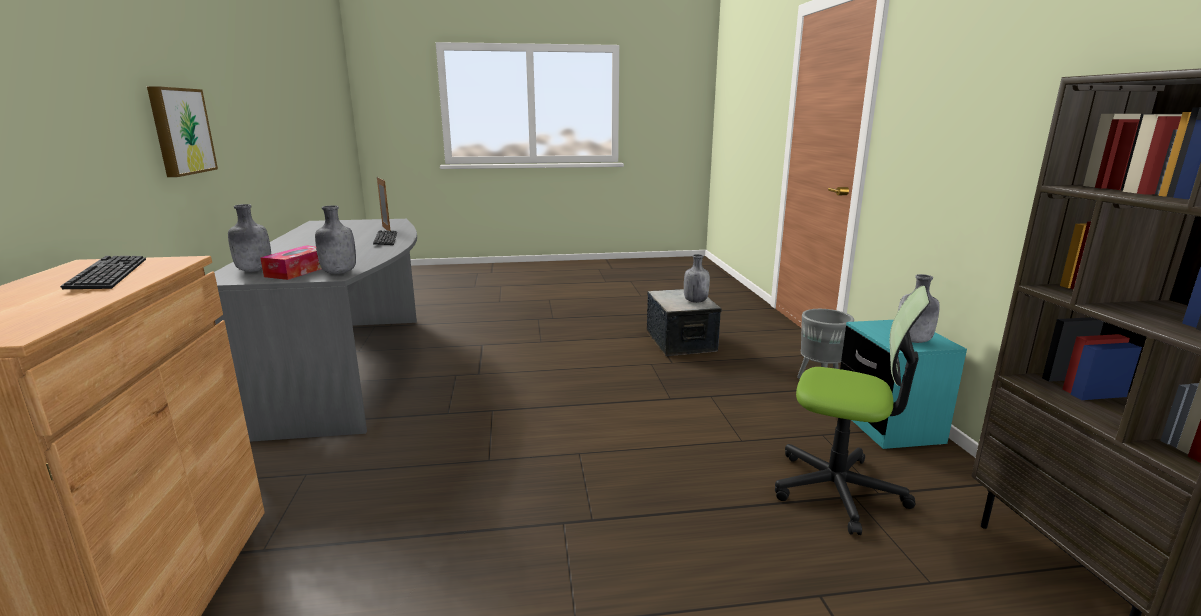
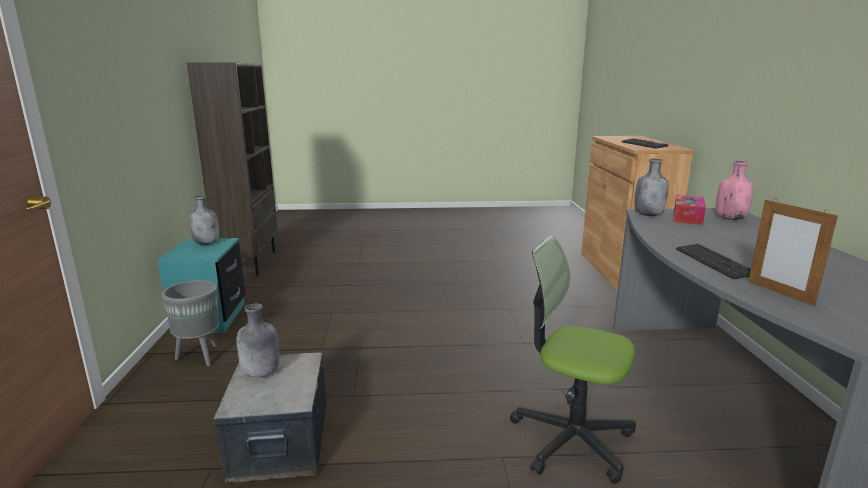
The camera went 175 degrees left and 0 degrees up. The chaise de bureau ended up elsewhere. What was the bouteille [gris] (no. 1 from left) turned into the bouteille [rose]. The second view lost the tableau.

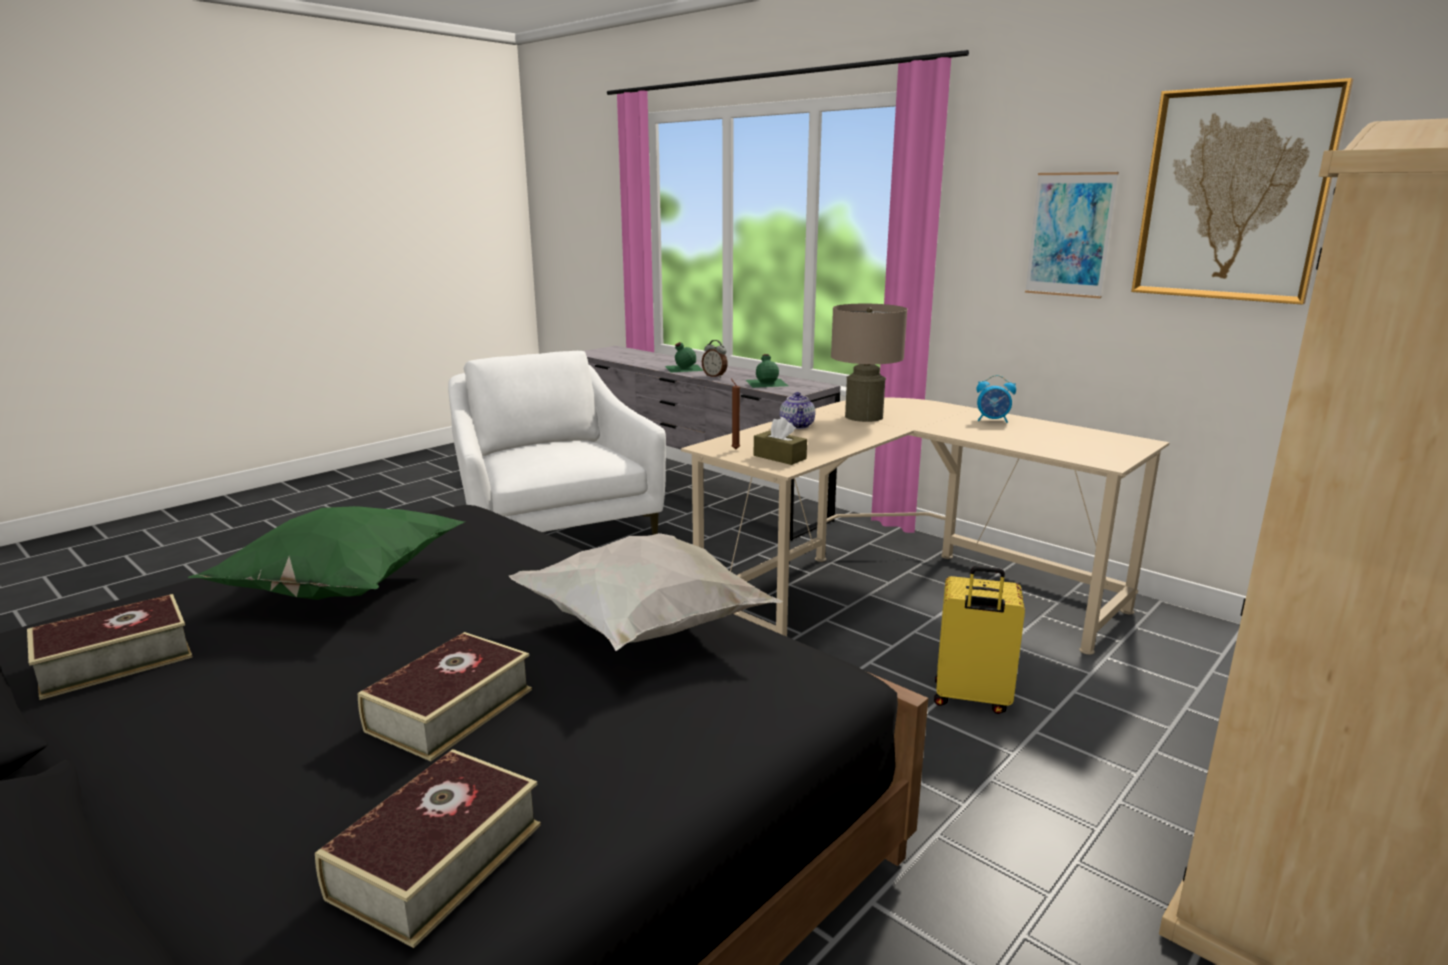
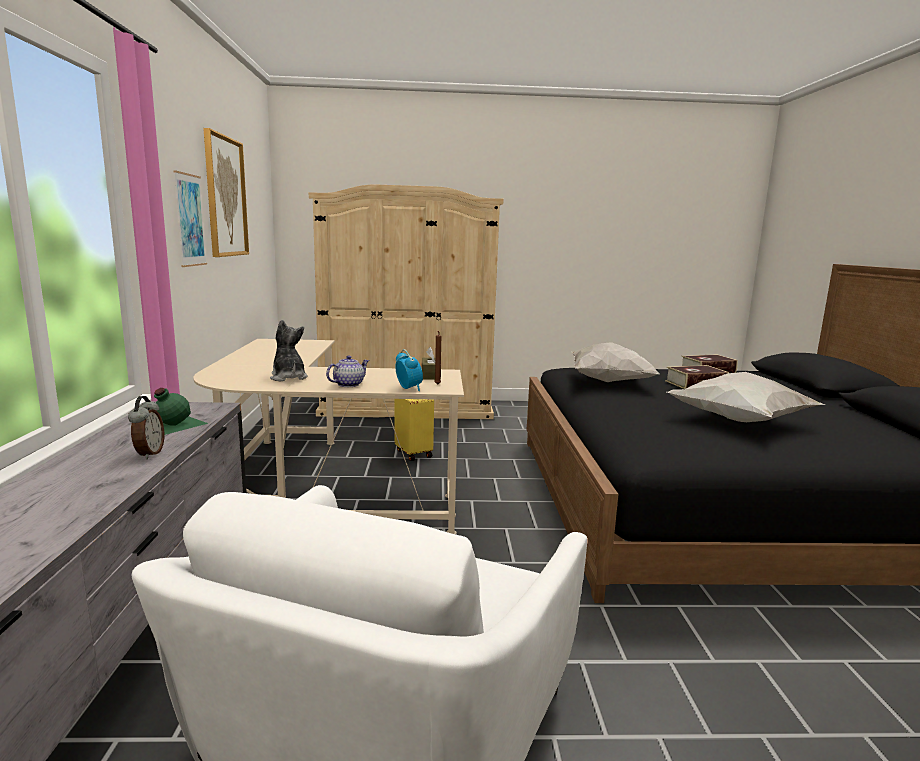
The camera went 135 degrees left and 5 degrees down. Where the lampe de table [beige] stood, the peluche came to stand. The réveil (no. 2 from left) ended up elsewhere. What was the coussin [vert] turned into the coussin [blanc] (no. 2 from left). The second view lost the livre (no. 1 from left). The second view lost the bouteille [vert] (no. 1 from left).

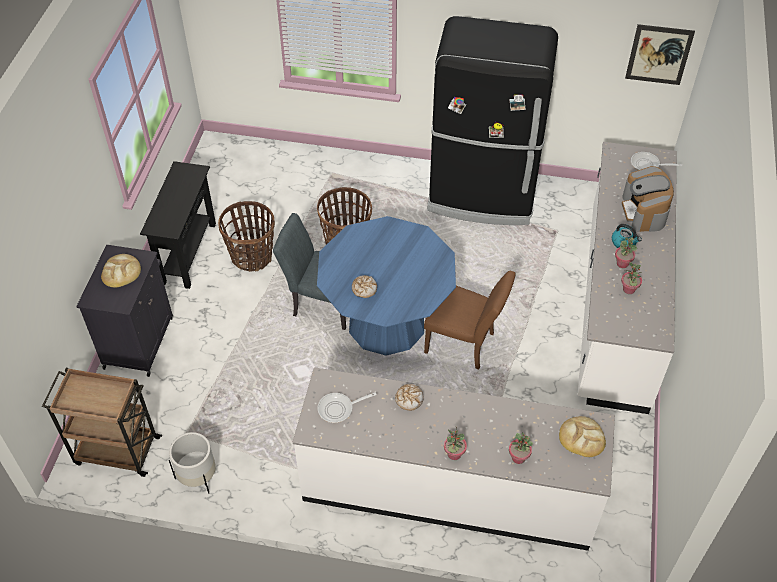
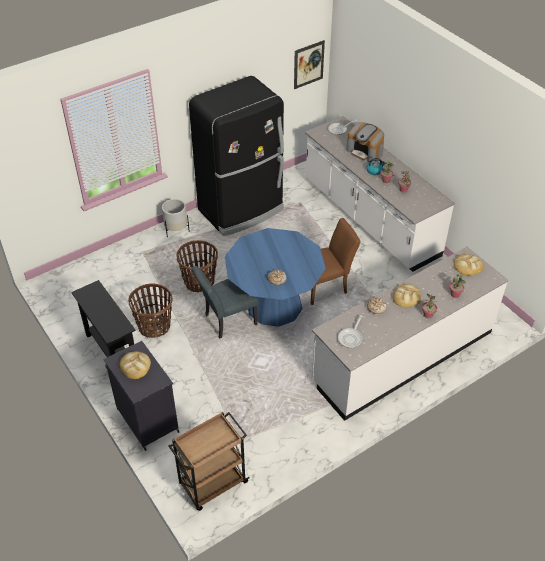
The camera went 45 degrees left and 5 degrees down. The cache-pot [blanc] ended up elsewhere. The second view gained the pain (no. 4 from left).

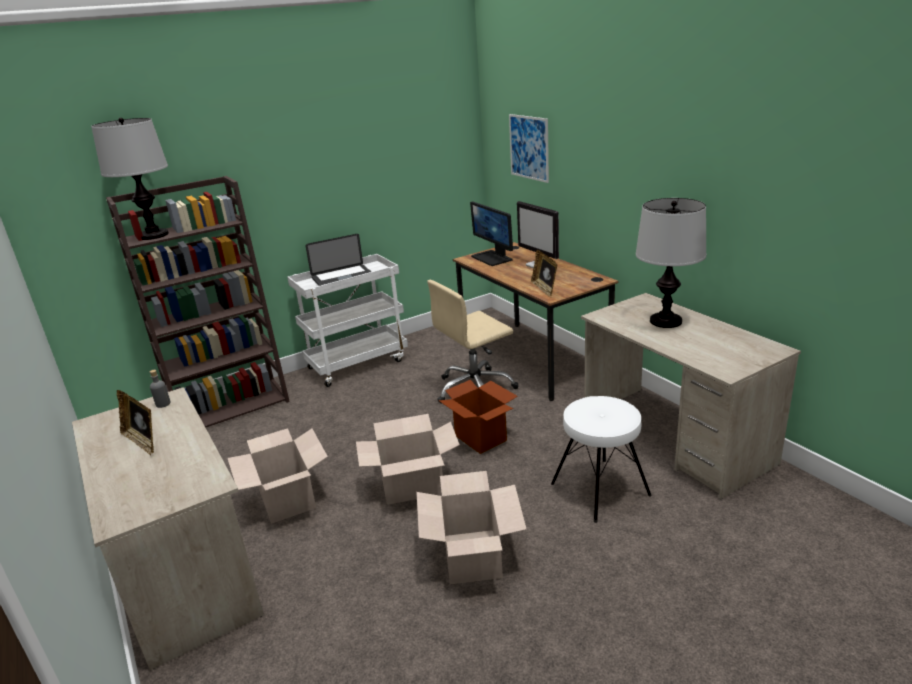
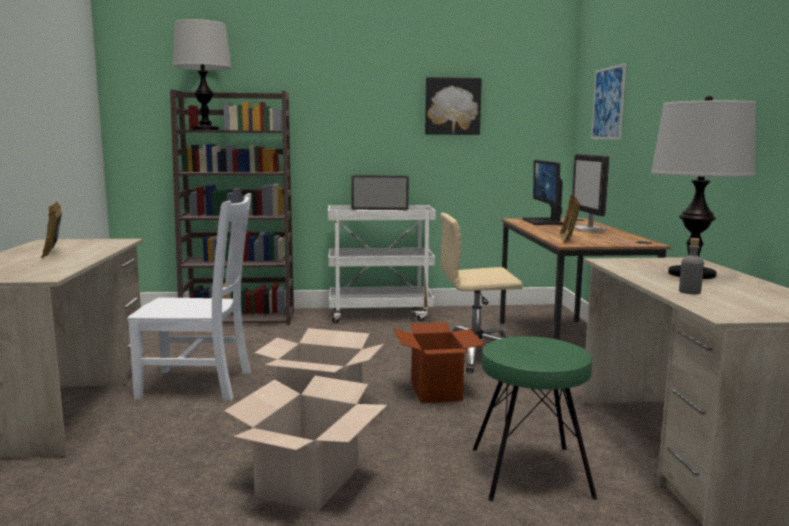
The camera went 25 degrees right and 15 degrees down. Where the carton (no. 1 from left) stood, the chaise [blanc] came to stand. The second view gained the tableau (no. 1 from left). What was the tabouret [blanc] turned into the tabouret [vert]. The bouteille [gris] ended up elsewhere.

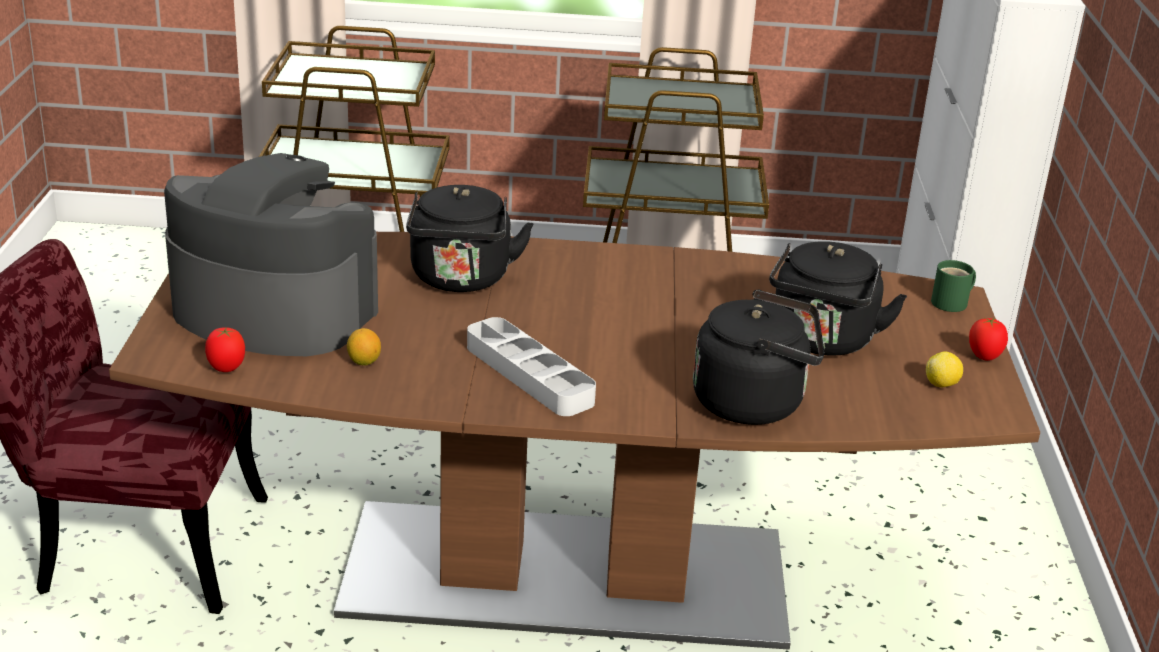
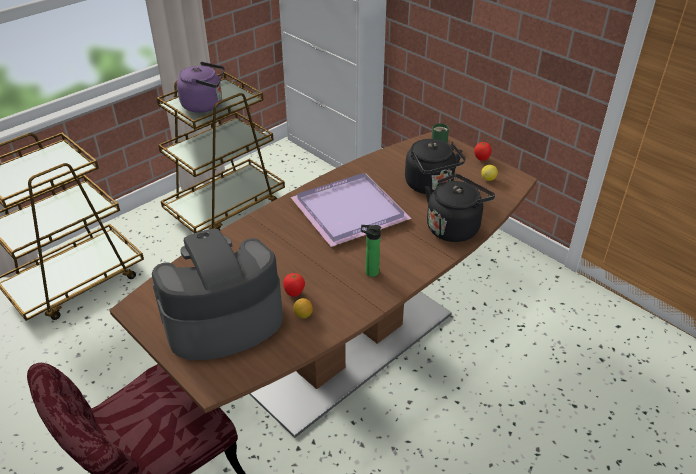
The camera went 45 degrees left and 10 degrees up. The second view gained the bouilloire [violet]. The tomate (no. 1 from left) ended up elsewhere. The second view gained the plateau [violet]. Where the plateau [gris] stood, the bouteille came to stand. The second view lost the bouilloire [noir] (no. 1 from left).

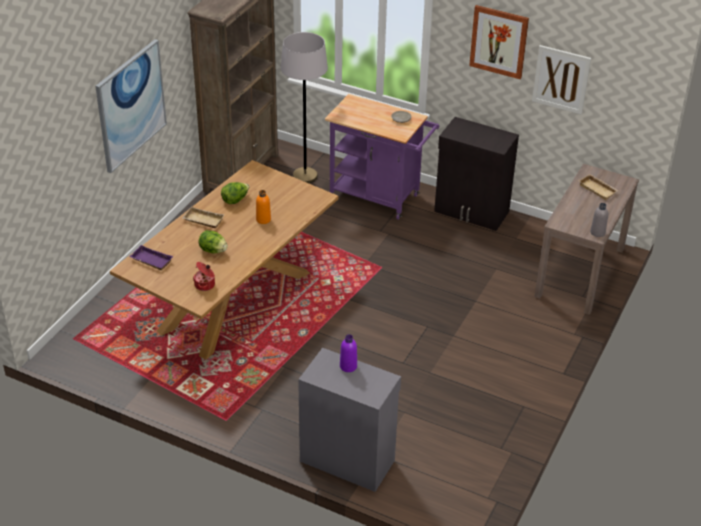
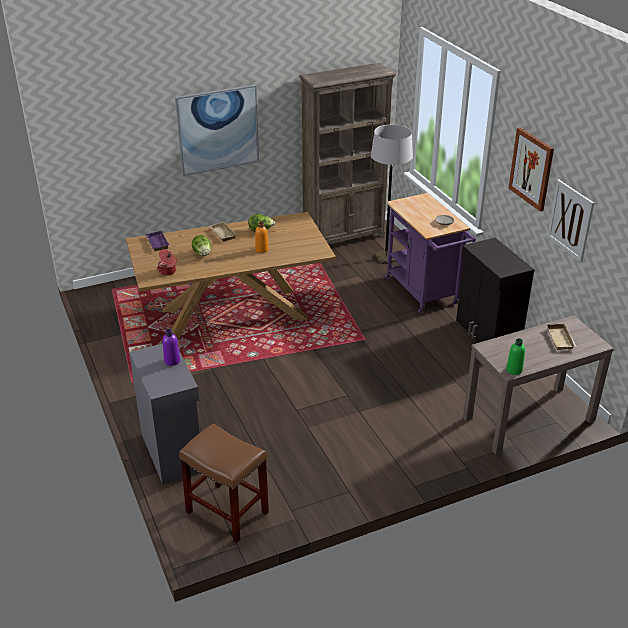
The camera went 40 degrees right and 5 degrees down. The second view gained the tabouret [marron]. What was the bouteille [gris] turned into the bouteille [vert].

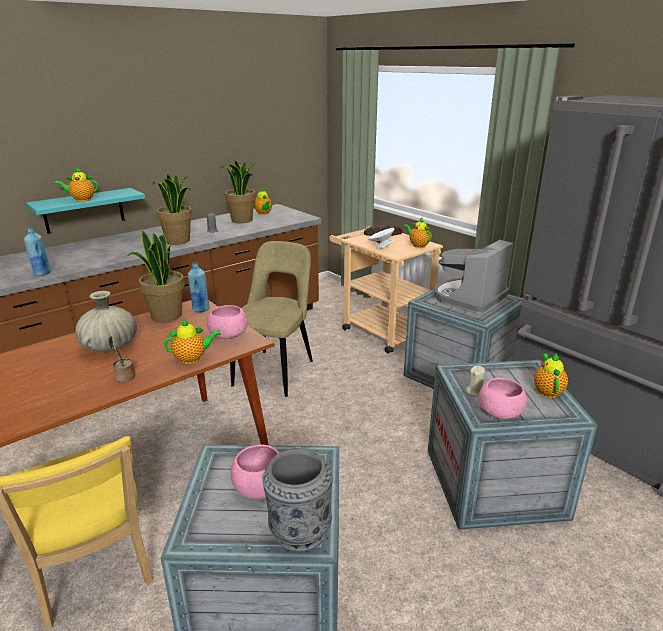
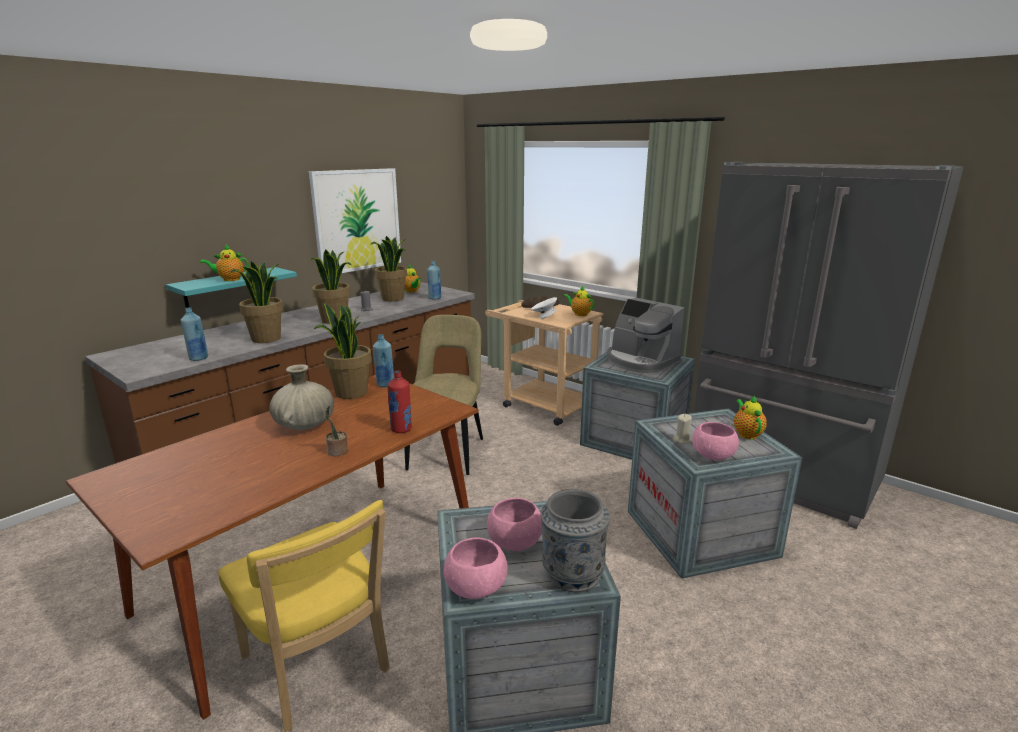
The camera went 10 degrees left and 5 degrees down. The second view gained the plante en pot (no. 1 from left). The second view gained the tableau. Where the théière (no. 2 from left) stood, the bouteille [rouge] came to stand. The second view gained the bouteille [bleu] (no. 3 from left). The bol [rose] (no. 1 from left) ended up elsewhere. The machine à café ended up facing another way, 75 degrees counterclockwise from before.

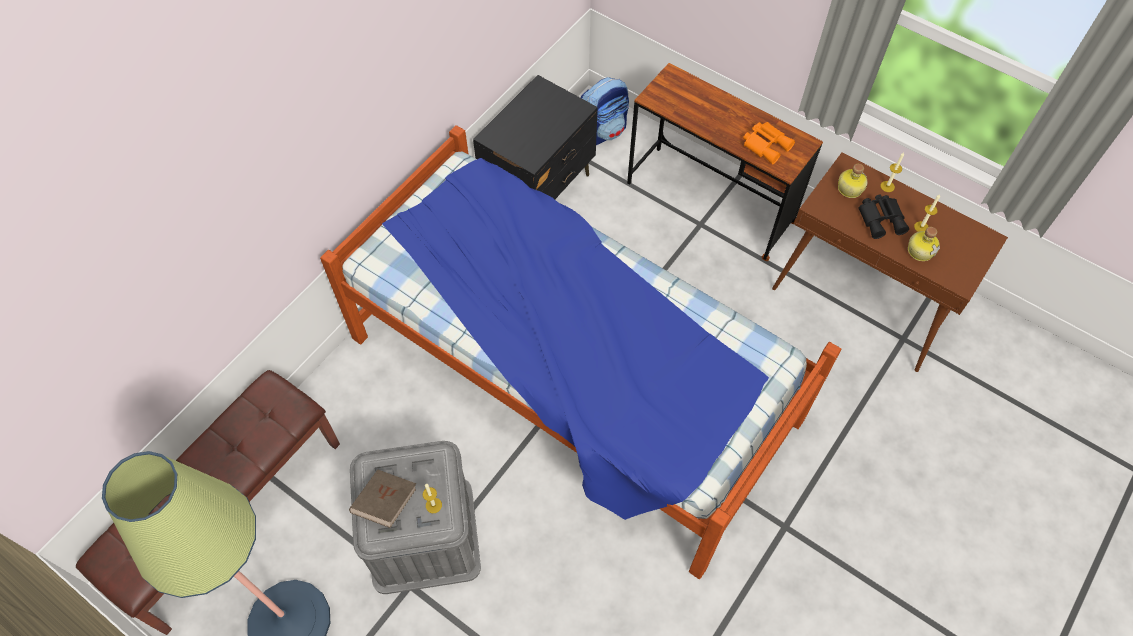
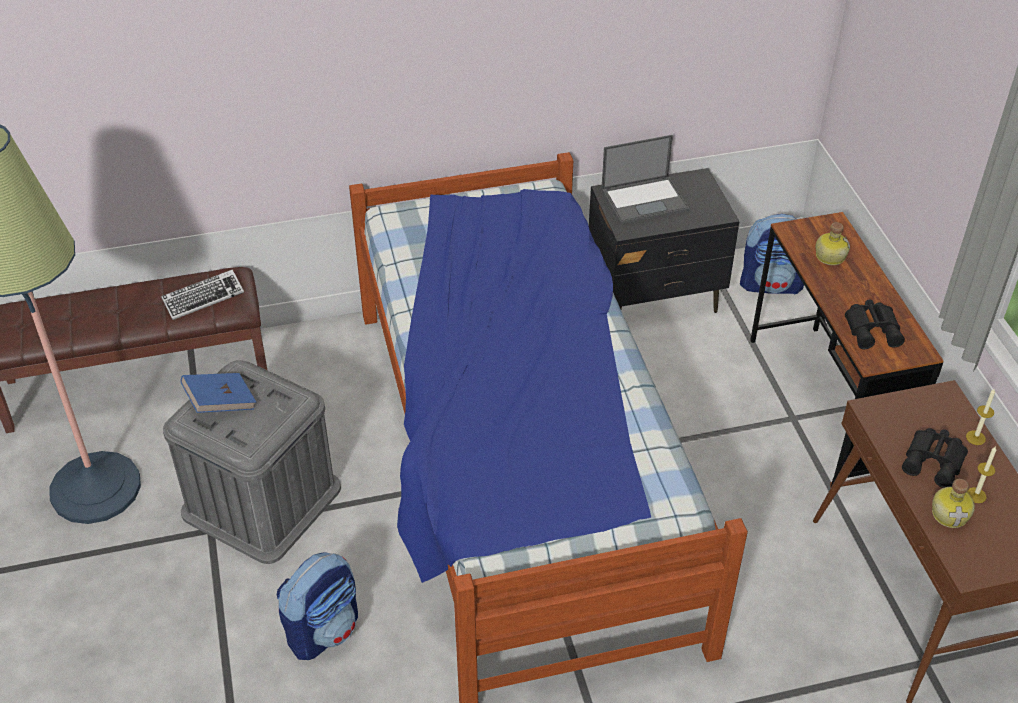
The camera went 40 degrees right and 15 degrees down. The second view gained the clavier. What was the livre [marron] turned into the livre [bleu]. The second view gained the sac à dos (no. 1 from left). The second view gained the ordinateur portable. The bouteille (no. 1 from left) ended up elsewhere. What was the jumelles [orange] turned into the jumelles [noir] (no. 1 from left). The second view lost the bougie (no. 1 from left).

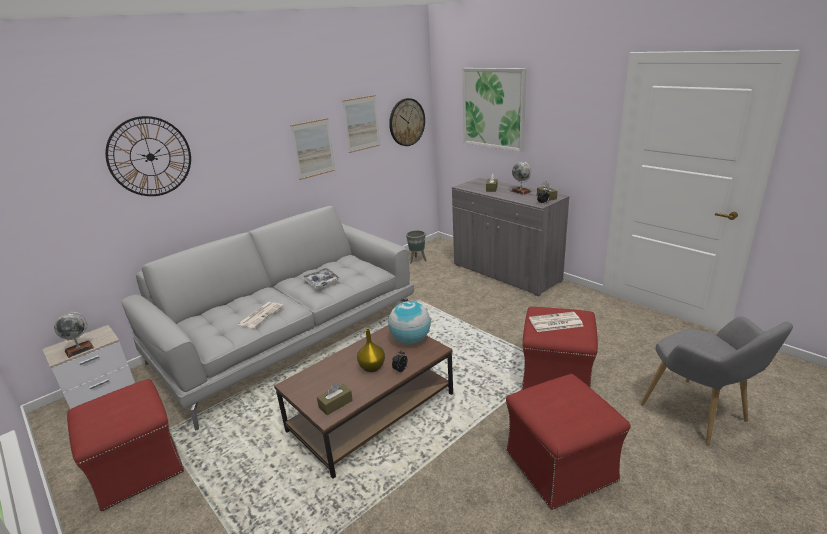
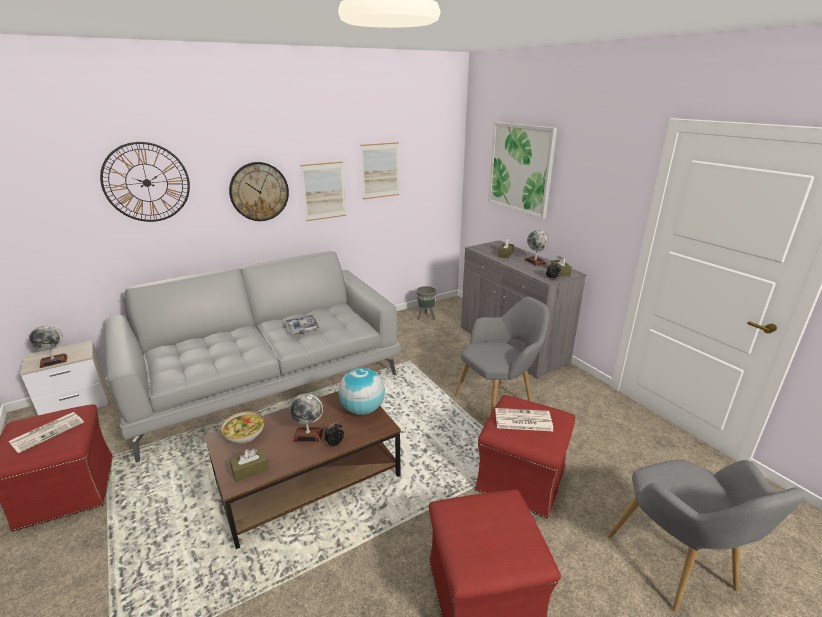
The camera went 10 degrees right and 0 degrees up. The journal (no. 1 from left) ended up elsewhere. The second view gained the bol. The horloge murale (no. 2 from left) ended up elsewhere. Where the vase [jaune] stood, the globe (no. 2 from left) came to stand. The second view gained the fauteuil [gris] (no. 1 from left).

